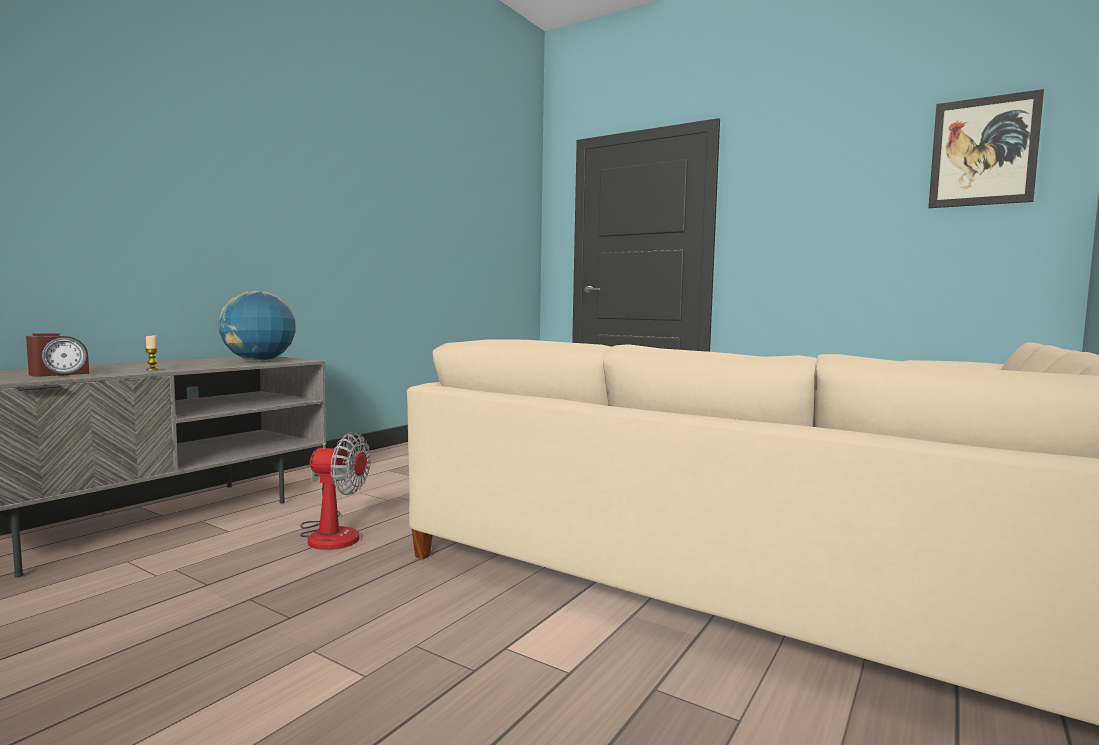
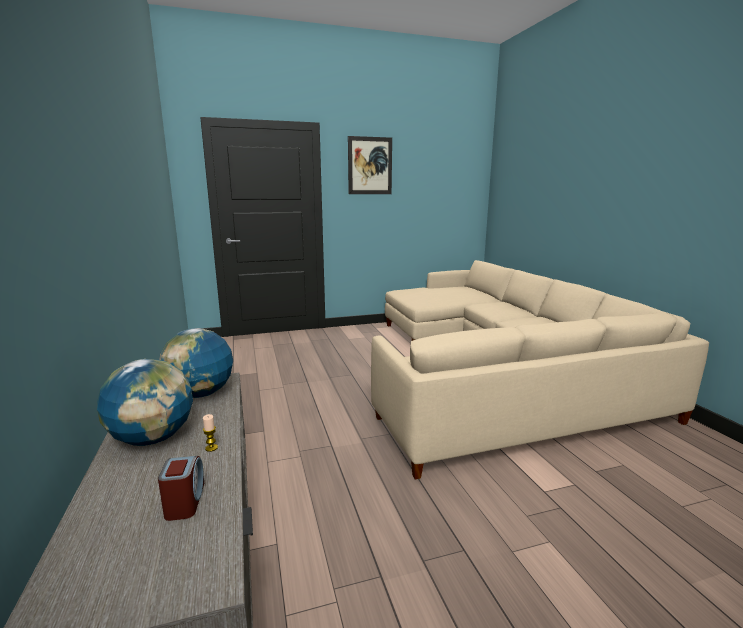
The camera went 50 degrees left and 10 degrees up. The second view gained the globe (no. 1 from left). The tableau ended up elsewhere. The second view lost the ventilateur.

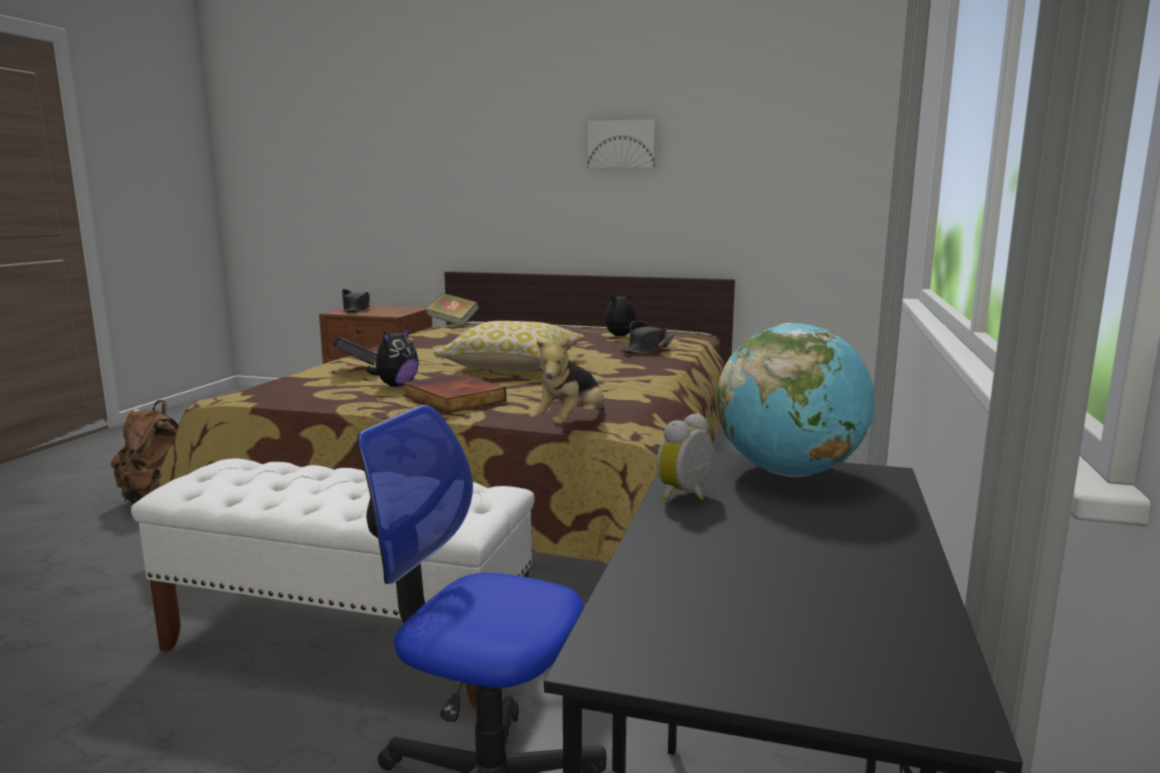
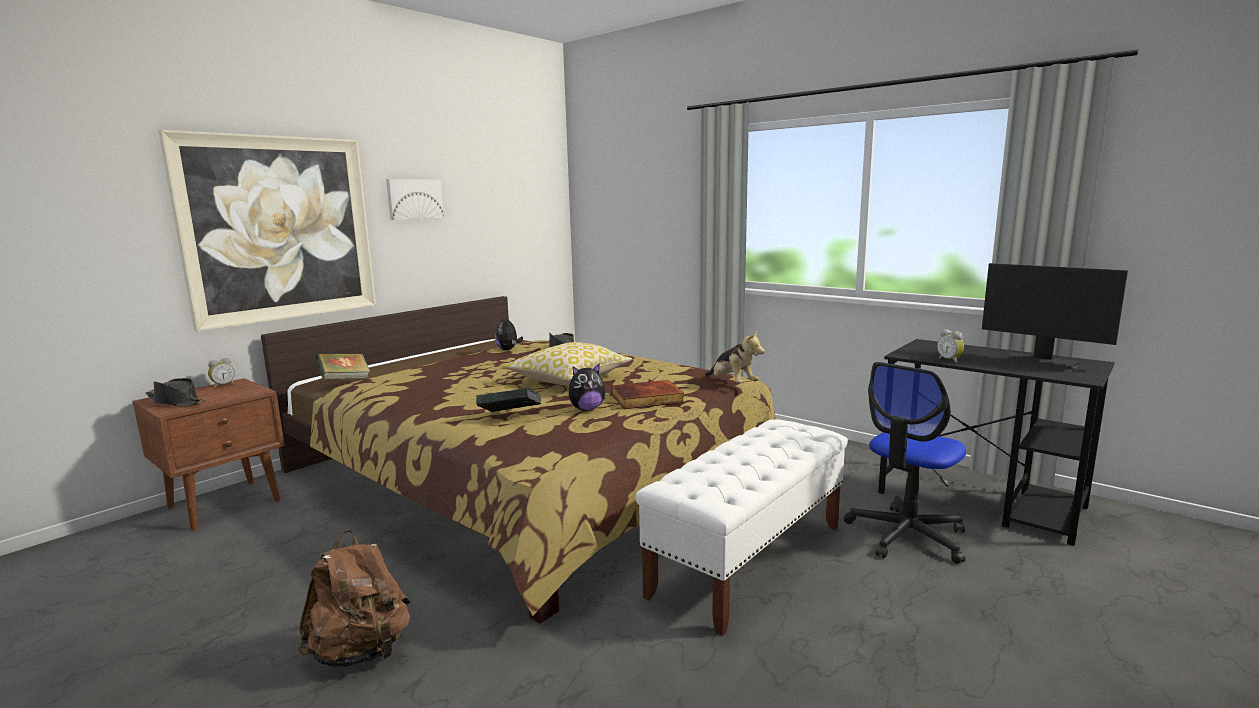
The camera went 65 degrees left and 0 degrees up. The second view gained the tableau (no. 1 from left). The second view gained the réveil (no. 1 from left). The peluche (no. 1 from left in the first image) ended up facing another way, 105 degrees clockwise from before. The second view gained the écran d'ordinateur. The second view lost the globe.

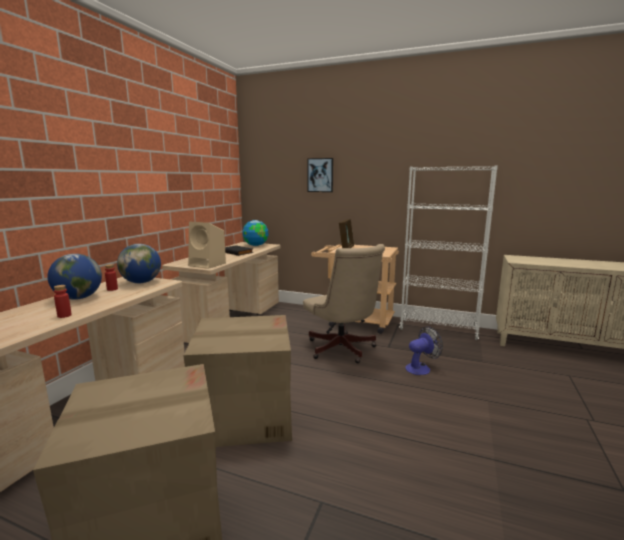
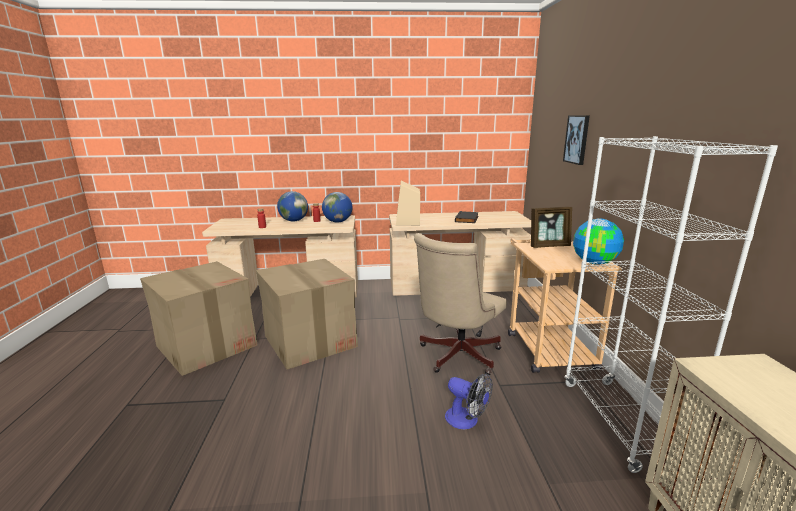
The camera went 65 degrees right and 5 degrees up. The globe (no. 3 from left) ended up elsewhere.

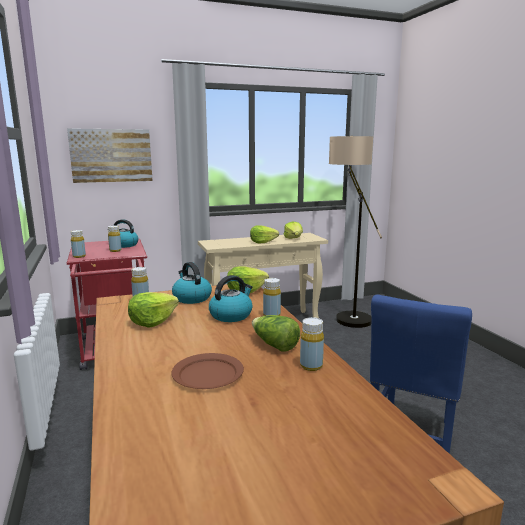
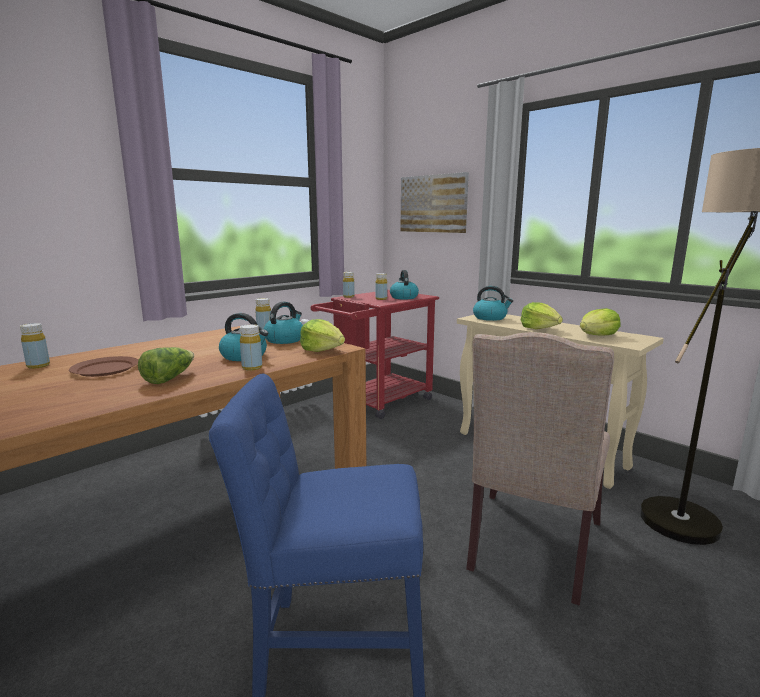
The camera went 65 degrees right and 0 degrees up. The bouteille [jaune] (no. 5 from left in the first image) ended up elsewhere. The second view gained the chaise [beige]. The second view gained the bouilloire (no. 4 from left). The second view lost the laitue (no. 1 from left).

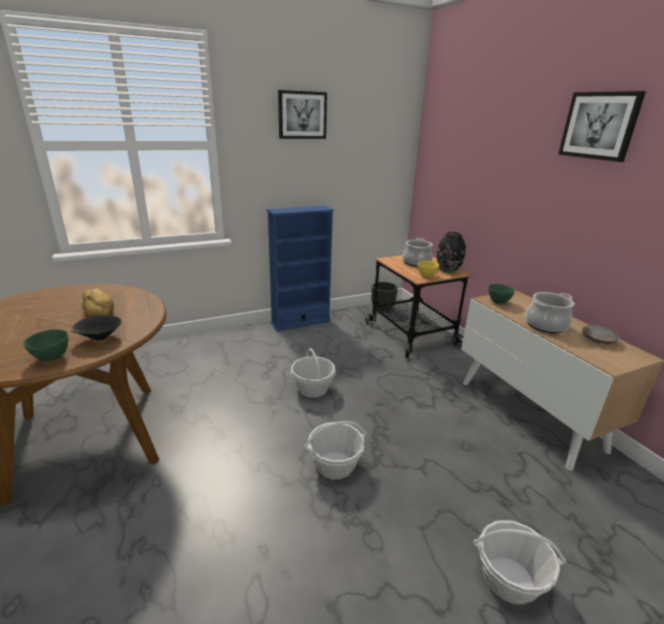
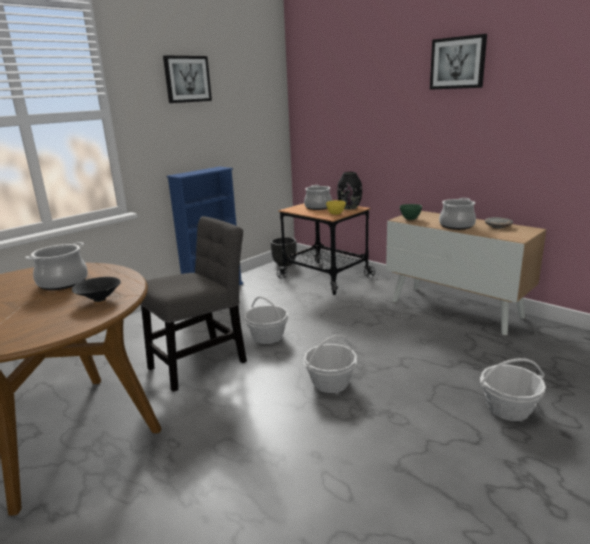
The camera went 20 degrees left and 5 degrees down. Where the pain stood, the marmite (no. 1 from left) came to stand. The second view gained the chaise [gris]. The second view lost the bol [vert] (no. 1 from left).

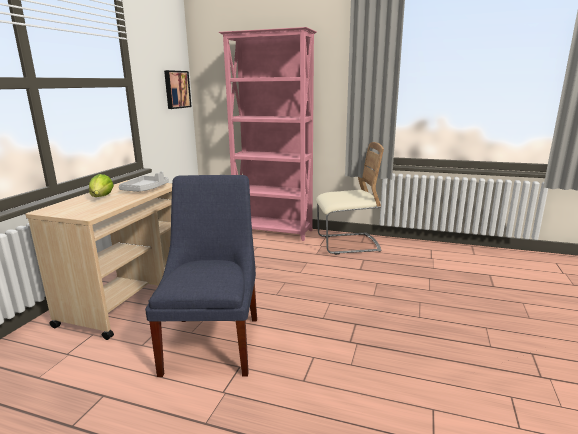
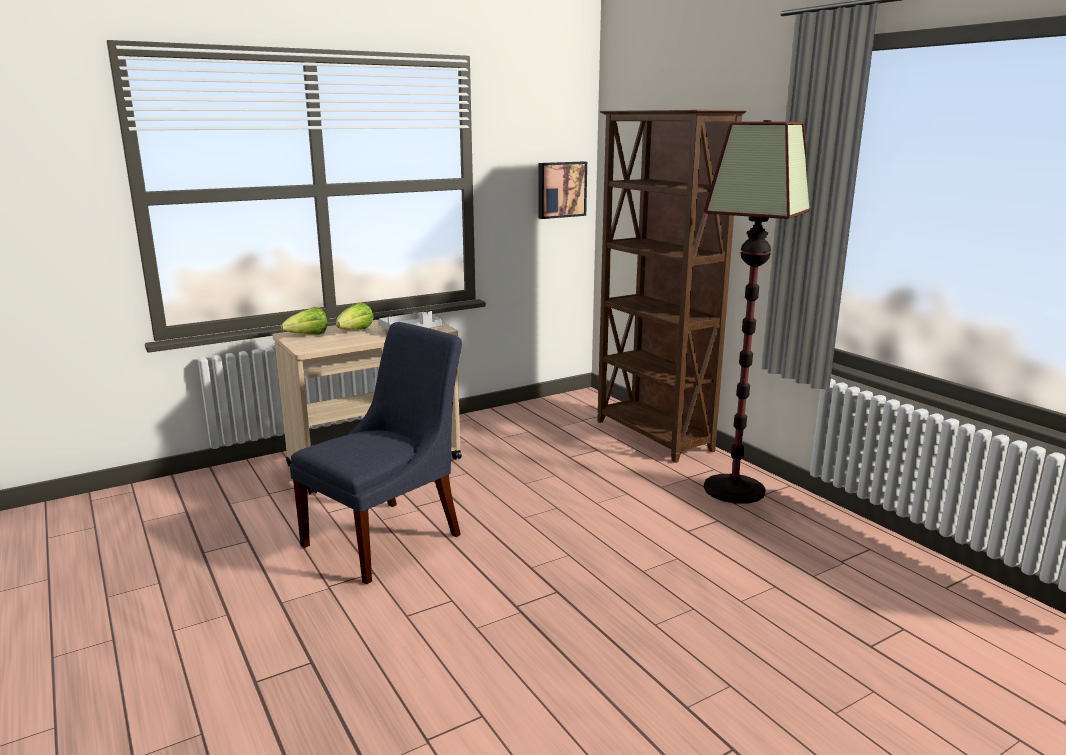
The camera went 40 degrees right and 0 degrees up. The second view gained the laitue (no. 1 from left). What was the bibliothèque [rose] turned into the bibliothèque [marron]. Where the chaise [beige] stood, the lampadaire came to stand.

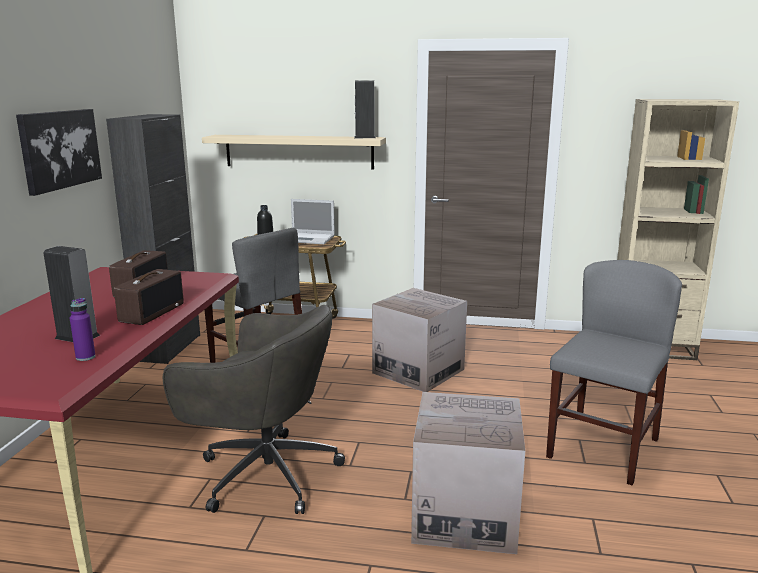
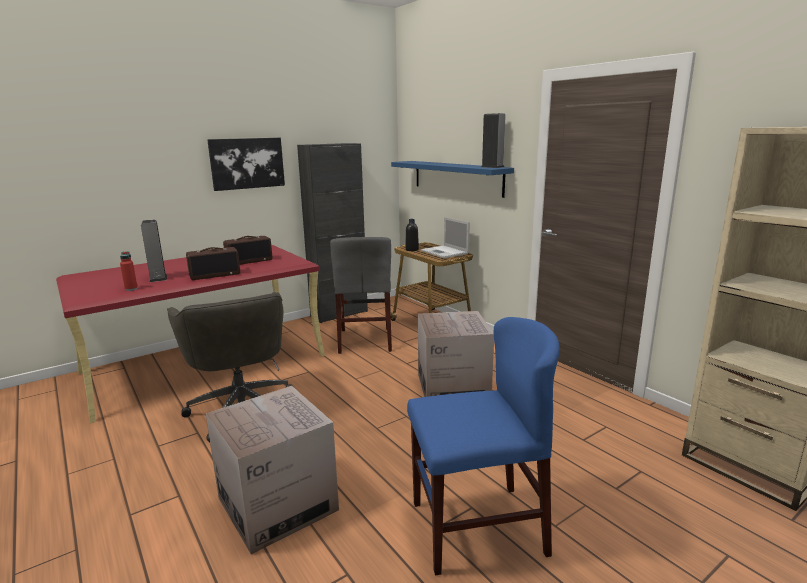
The camera went 45 degrees right and 0 degrees up. What was the bouteille [violet] turned into the bouteille [rouge]. What was the étagère [beige] turned into the étagère [bleu]. What was the chaise [gris] (no. 2 from left) turned into the chaise [bleu].

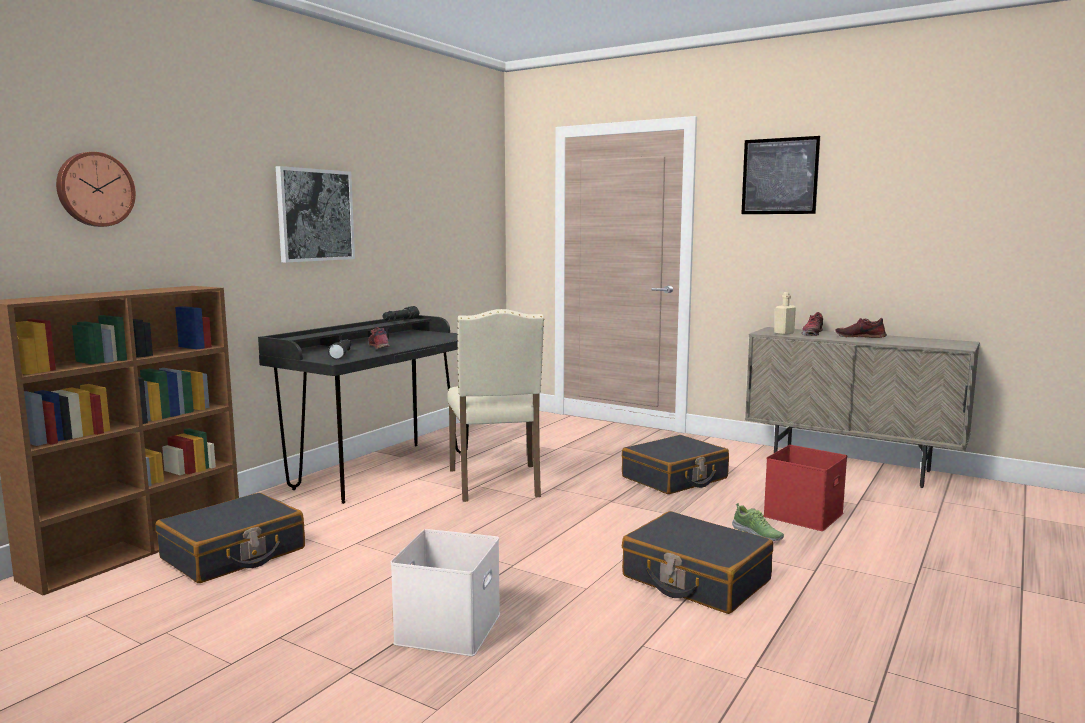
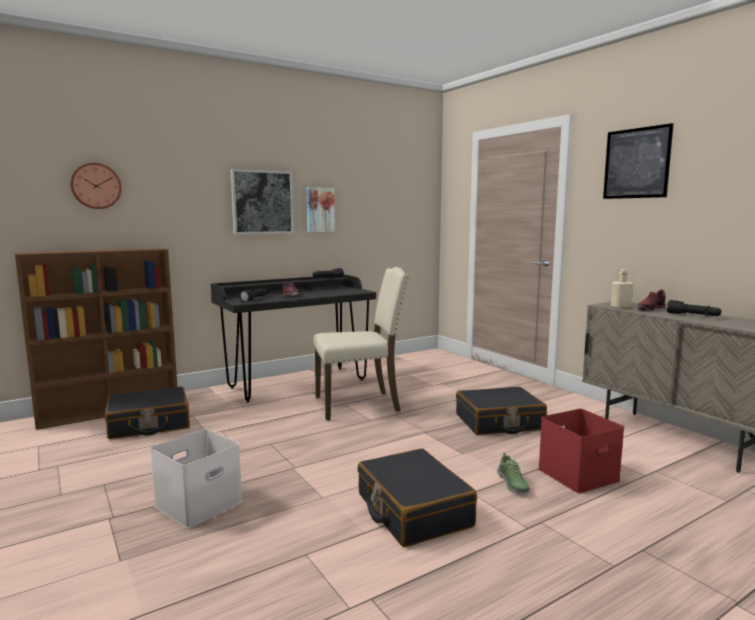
The camera went 25 degrees right and 0 degrees up. The second view gained the tableau (no. 2 from left). The chaise [beige] ended up facing another way, 120 degrees counterclockwise from before. Where the chaussure (no. 4 from left) stood, the lampe de poche [noir] (no. 3 from left) came to stand.

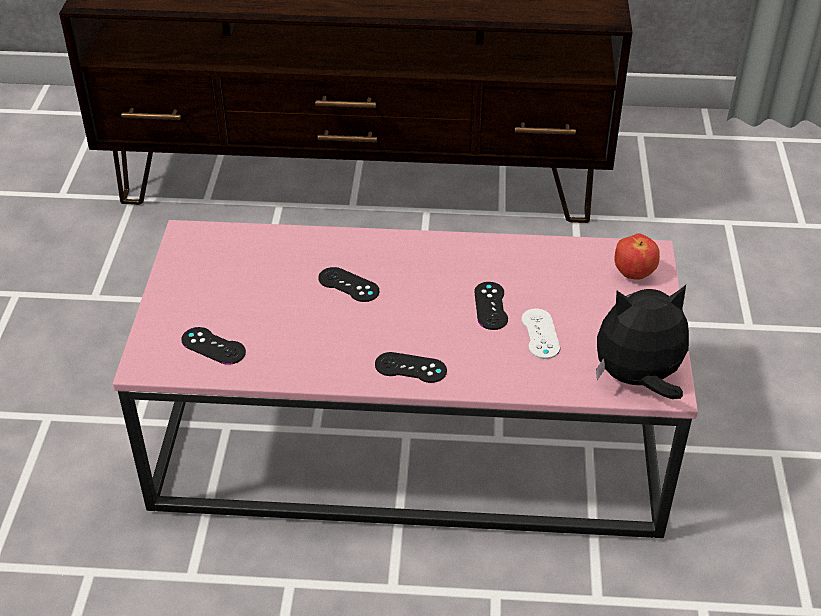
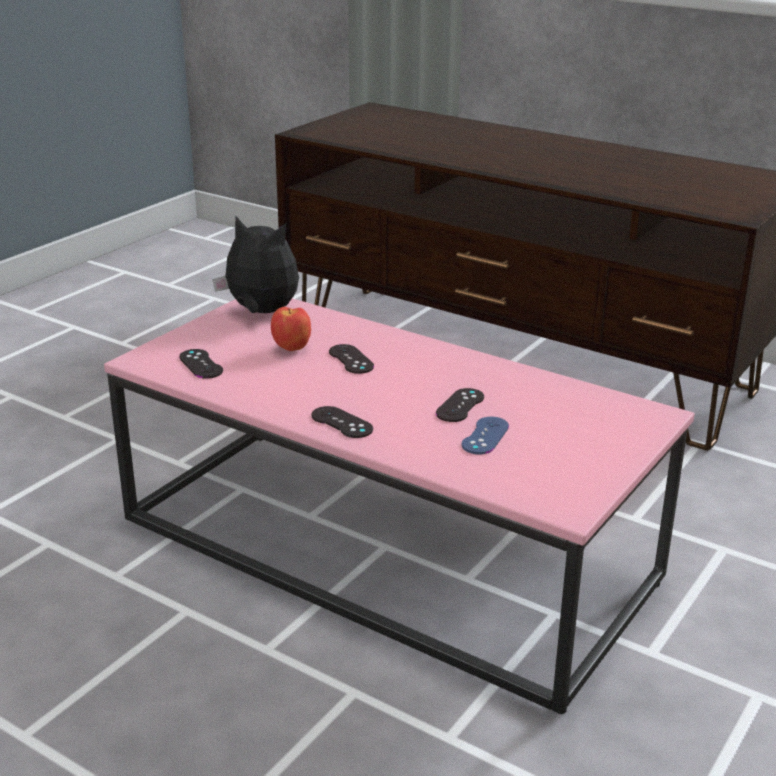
The camera went 30 degrees right and 15 degrees down. The peluche ended up elsewhere. The pomme ended up elsewhere. What was the manette [blanc] turned into the manette [bleu].

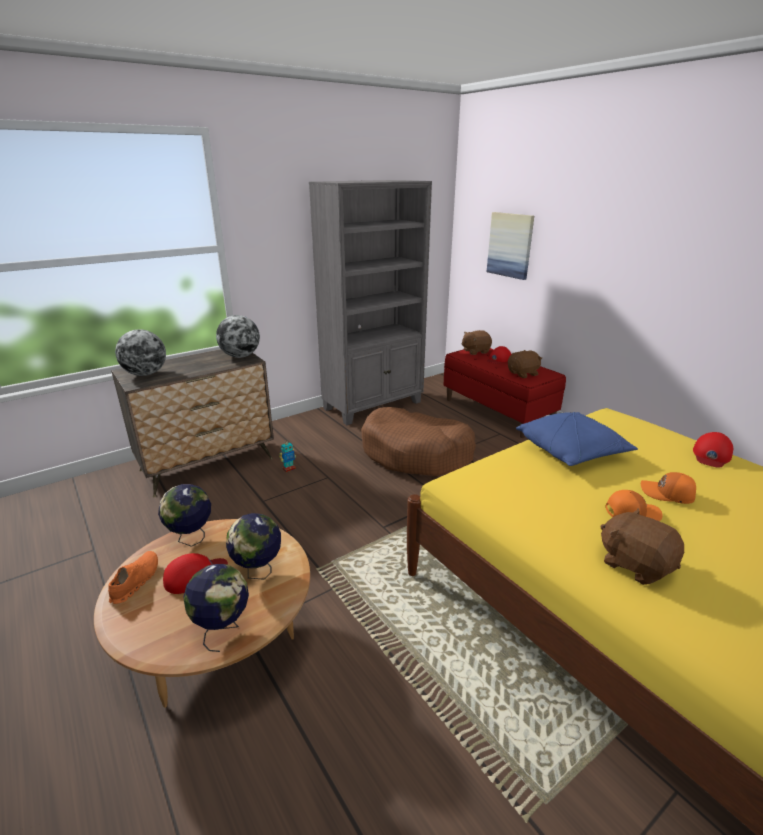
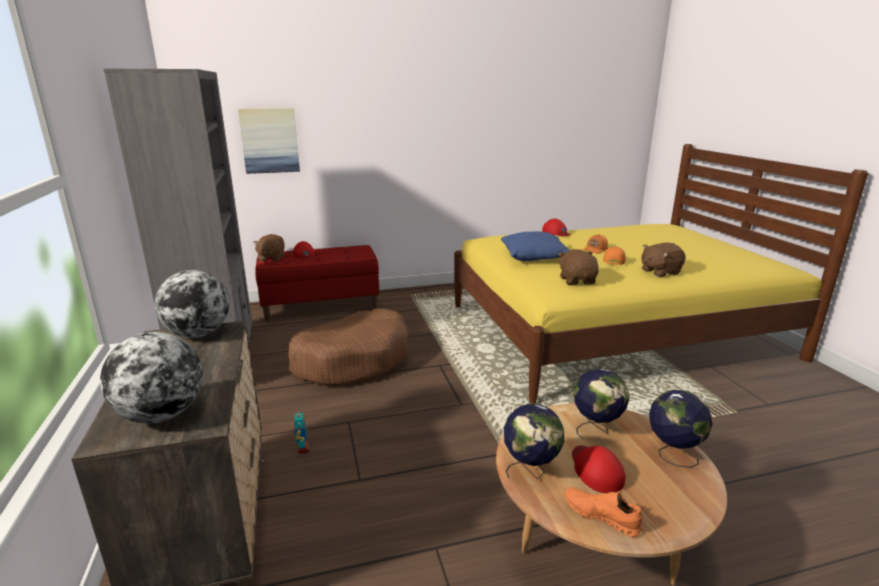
The camera went 70 degrees left and 5 degrees down. The peluche [marron] (no. 2 from left) ended up elsewhere.

